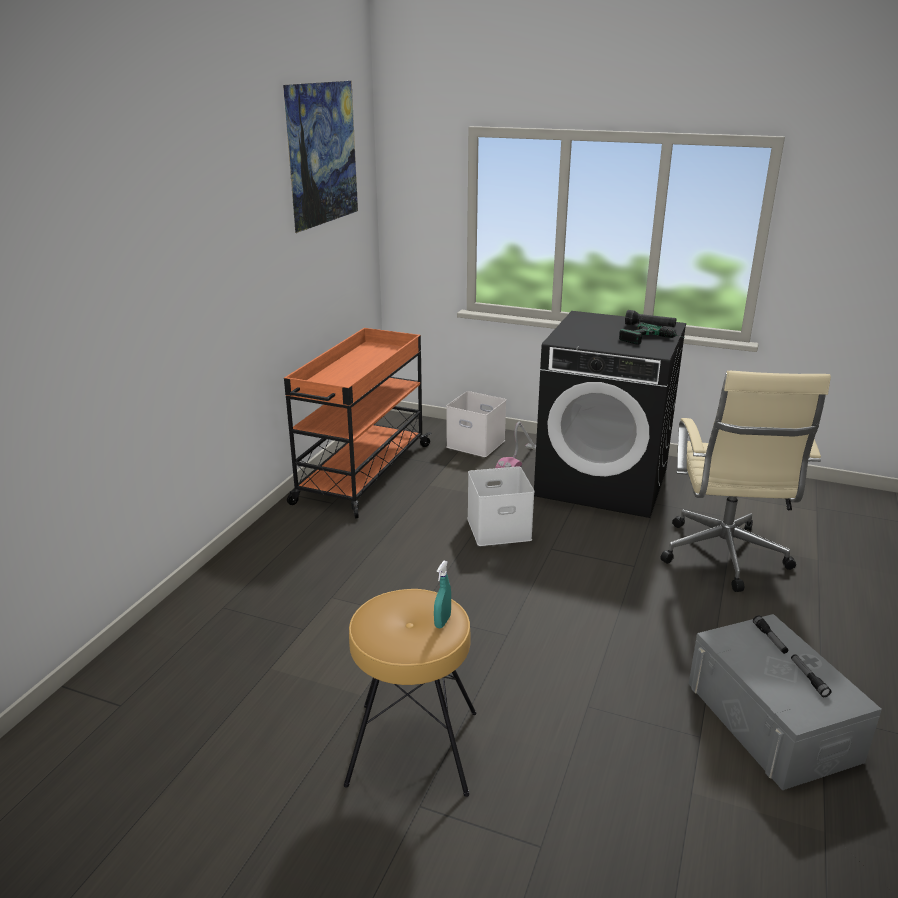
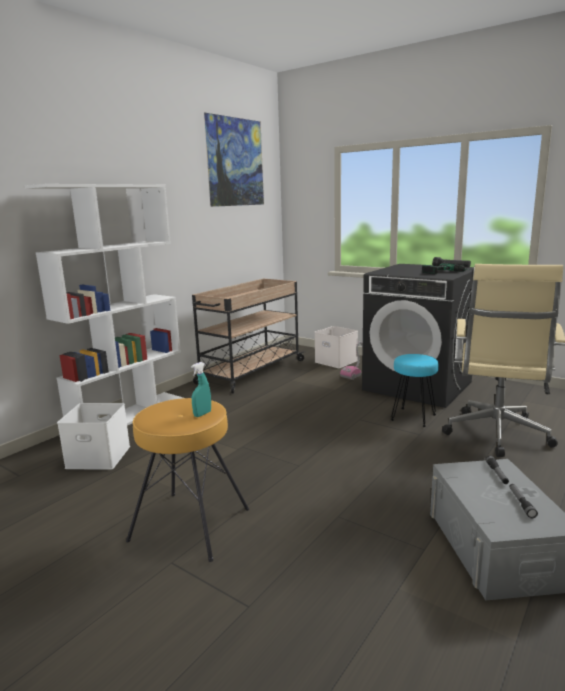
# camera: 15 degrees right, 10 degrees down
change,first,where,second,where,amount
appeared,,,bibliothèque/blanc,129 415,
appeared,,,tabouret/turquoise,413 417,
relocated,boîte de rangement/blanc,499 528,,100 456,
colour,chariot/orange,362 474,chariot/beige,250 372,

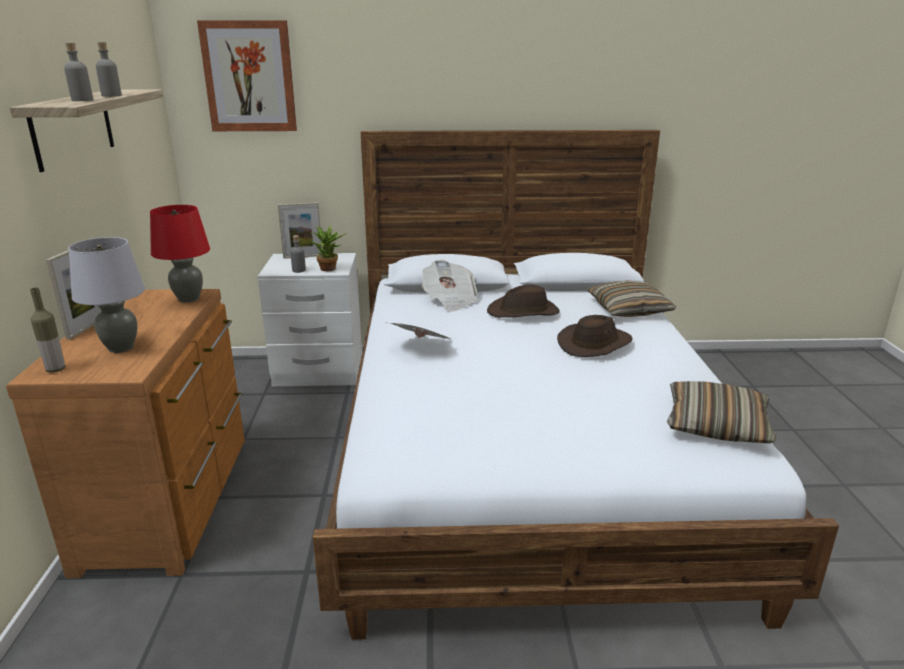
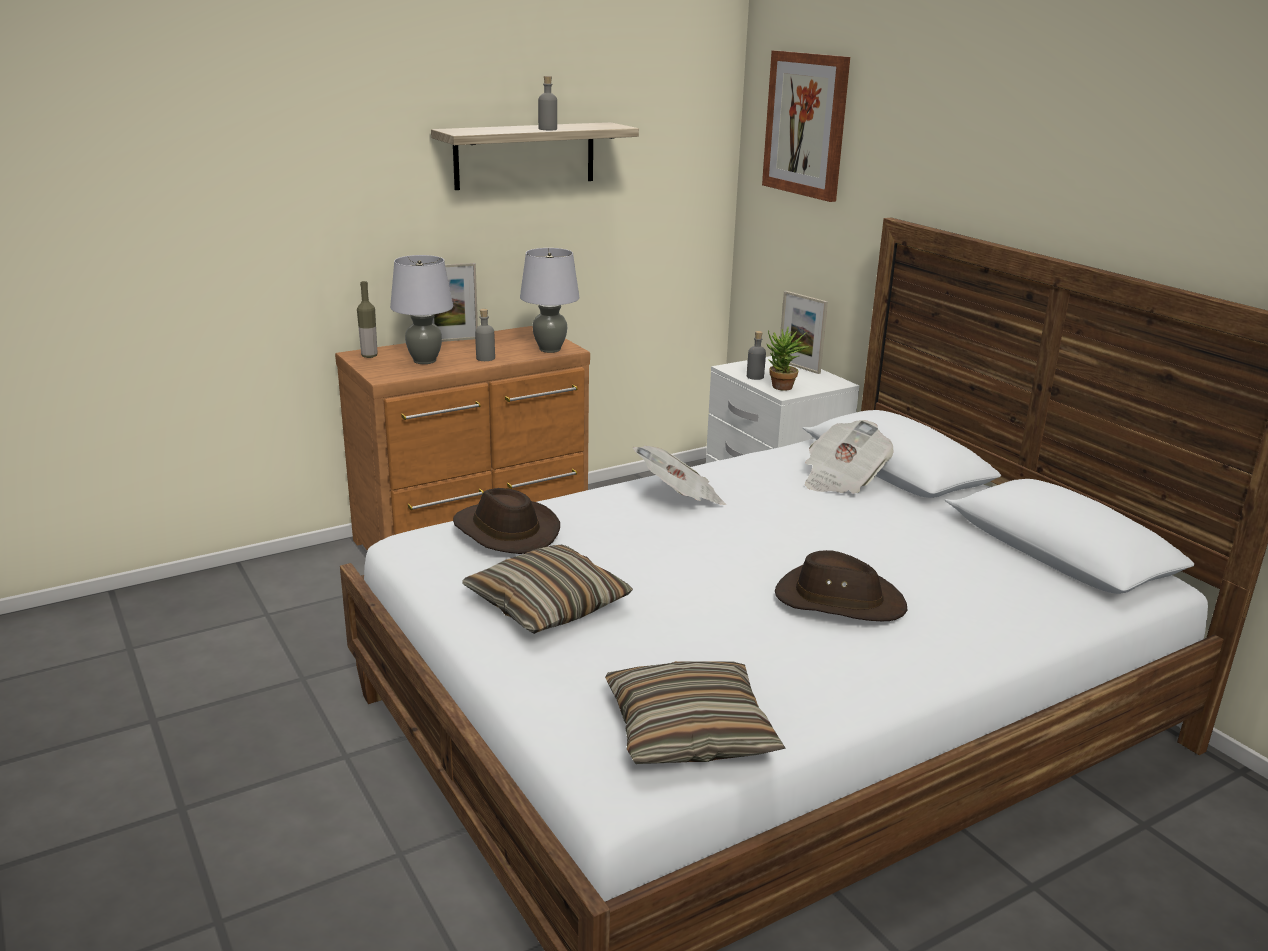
# camera: 60 degrees right, 0 degrees up
change,first,where,second,where,amount
relocated,bouteille/gris,82 100,,485 358,
relocated,chapeau/marron,523 312,,504 531,
relocated,coussin,628 309,,547 605,
colour,lampe de table/rouge,188 299,lampe de table/gris,549 349,

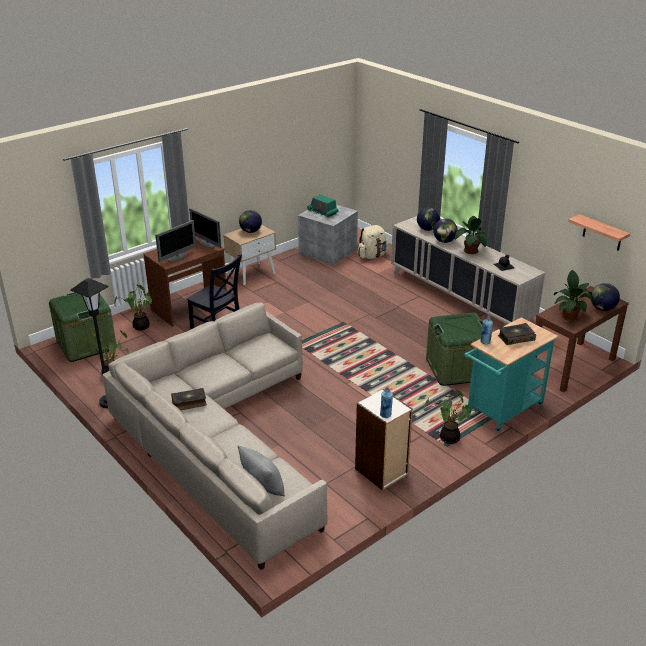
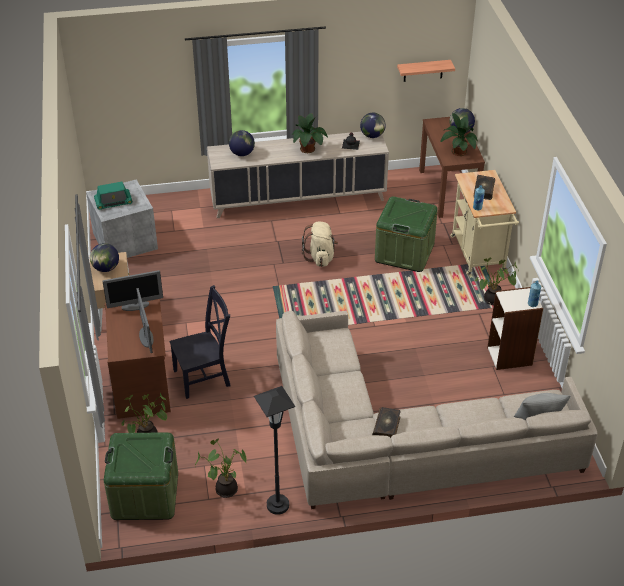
# camera: 60 degrees left, 10 degrees up
change,first,where,second,where,amount
relocated,sac à dos/beige,372 256,,320 257,
relocated,globe,444 241,,372 136,
colour,chariot/turquoise,501 411,chariot/beige,479 256,

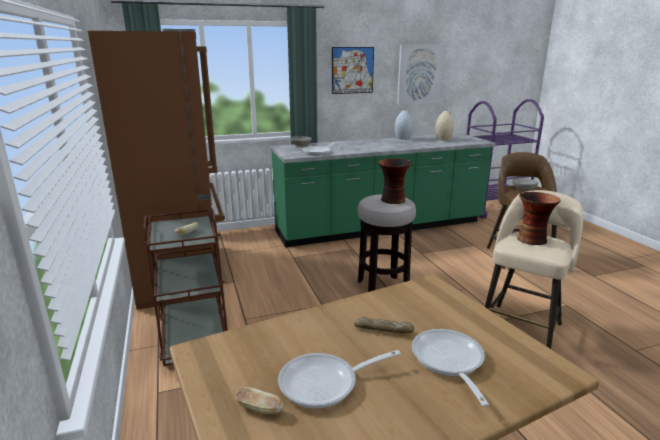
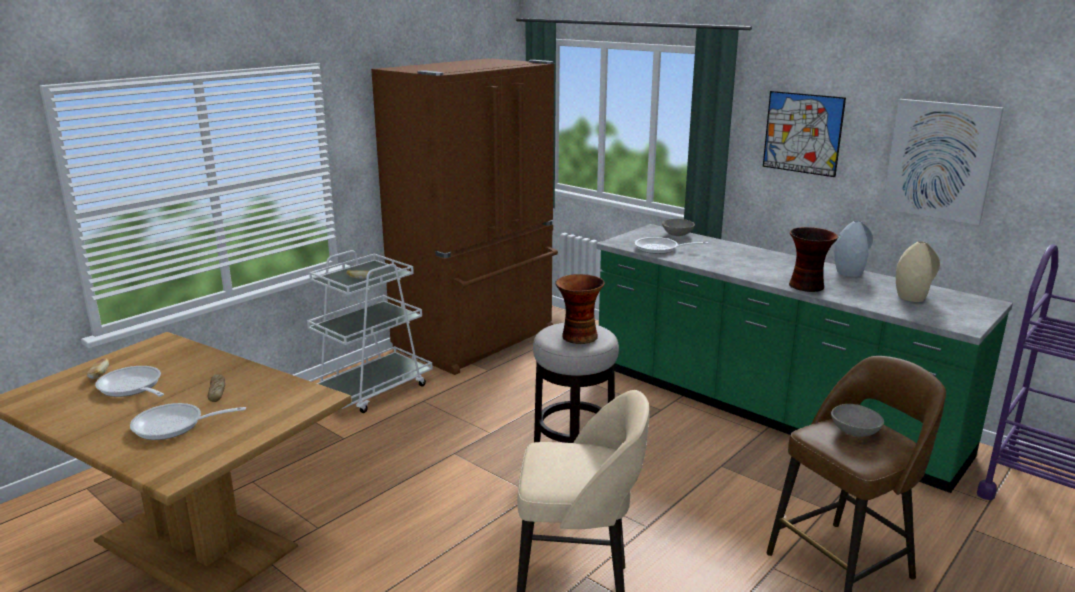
# camera: 60 degrees right, 0 degrees up
change,first,where,second,where,amount
relocated,vase,532 239,,808 286,
colour,chariot/marron,194 337,chariot/blanc,372 390,
spun,poêle,448 362,,174 426,150 degrees counterclockwise

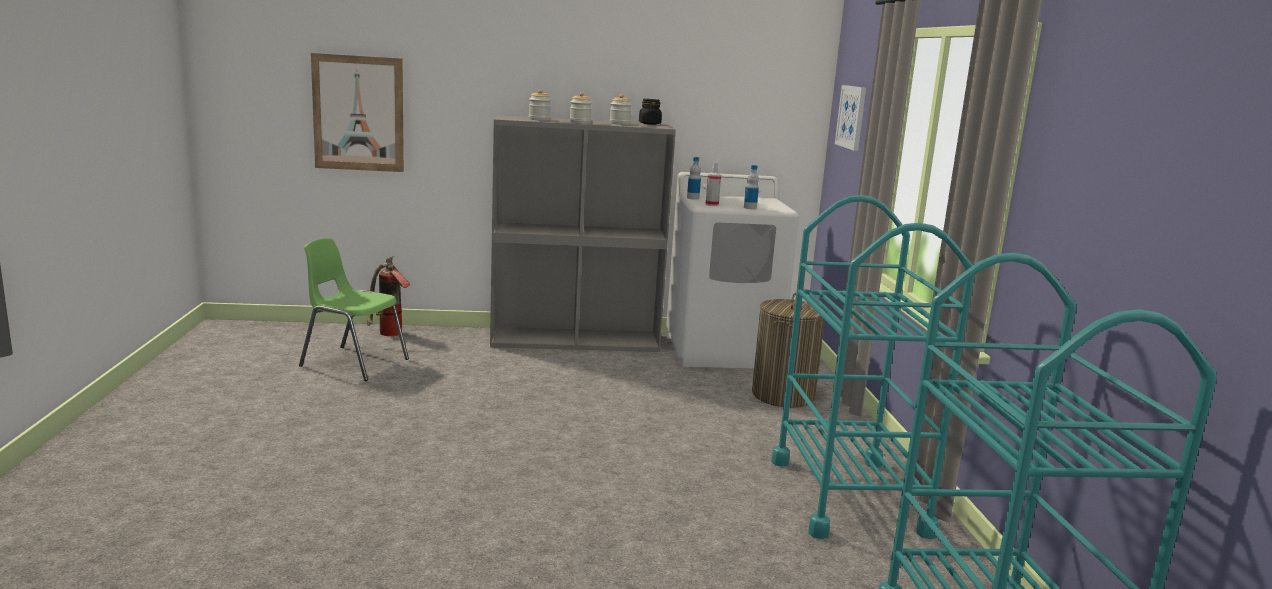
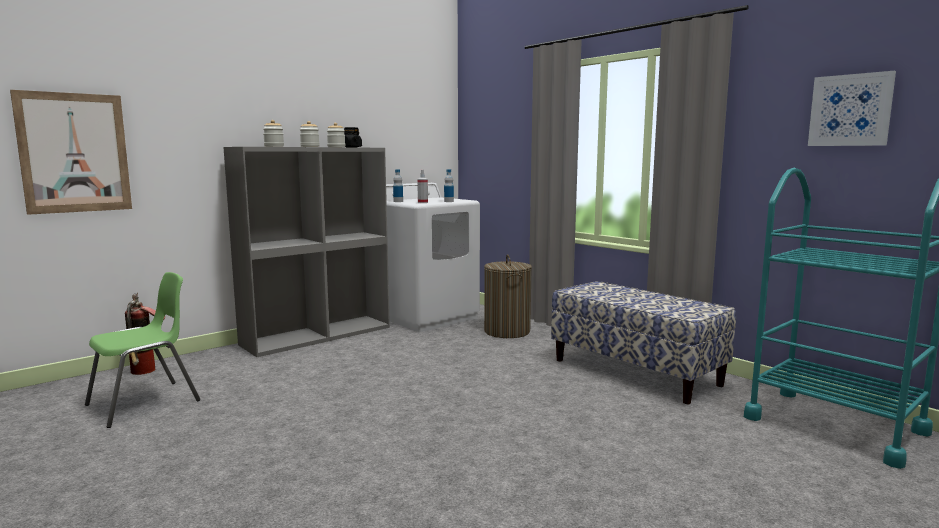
# camera: 35 degrees left, 5 degrees down
change,first,where,second,where,amount
relocated,tableau,852 117,,850 110,
exchanged,chariot/turquoise,848 496,banc,635 372,
spun,chaise/vert,353 362,,146 403,150 degrees clockwise

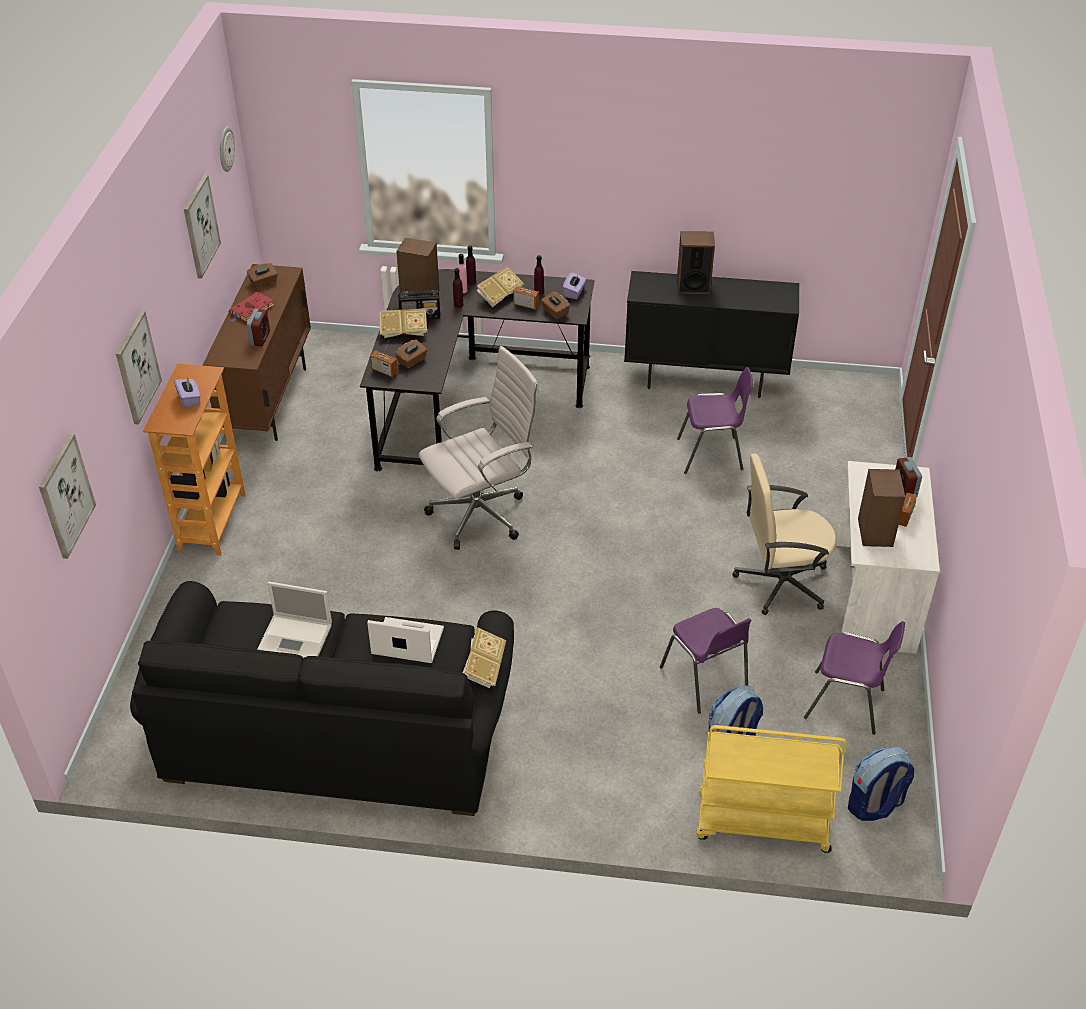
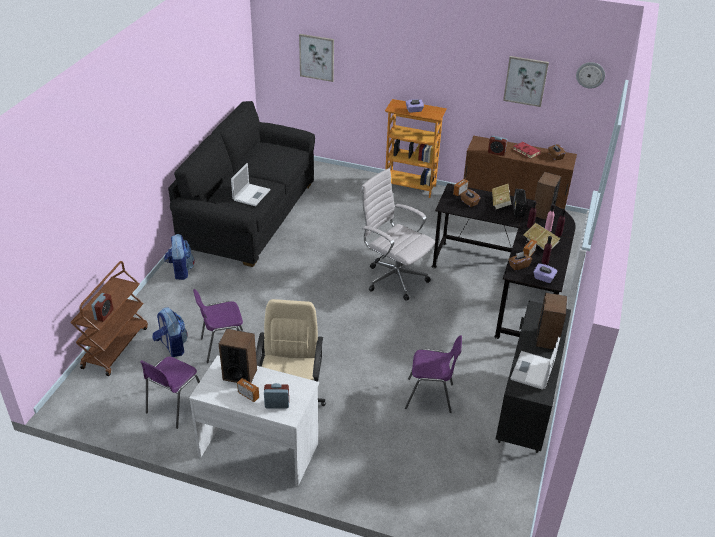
# camera: 100 degrees right, 5 degrees down
change,first,where,second,where,amount
missing,tableau,137 367,,,
missing,livre,484 667,,,
appeared,,,réveil,104 315,
relocated,ordinateur portable,296 637,,532 371,
relocated,sac à dos,875 805,,180 271,
colour,chariot/jaune,761 823,chariot/marron,115 347,
spun,chaise de bureau/blanc,482 514,,393 278,150 degrees clockwise
spun,chaise/violet,712 455,,430 396,90 degrees counterclockwise

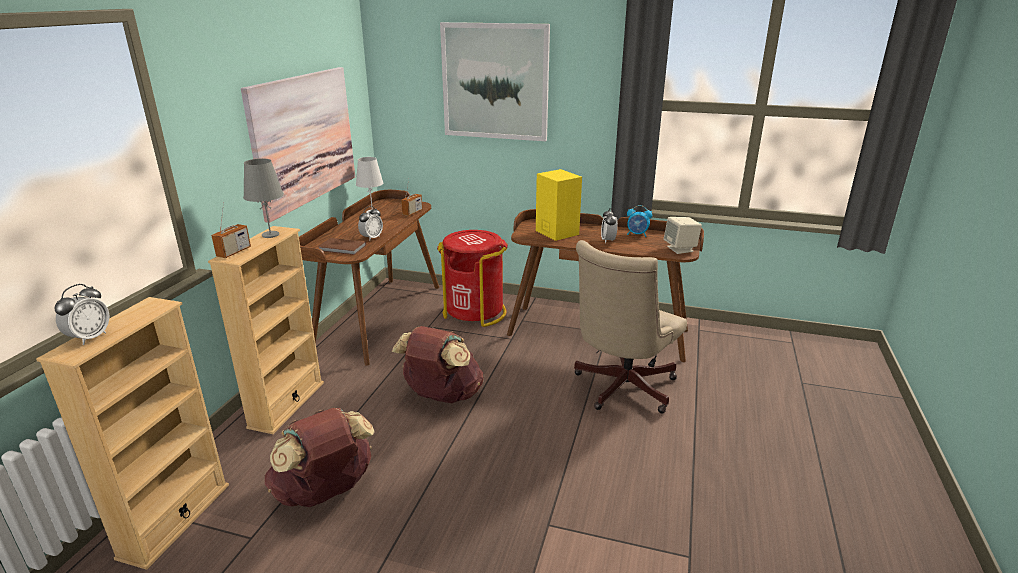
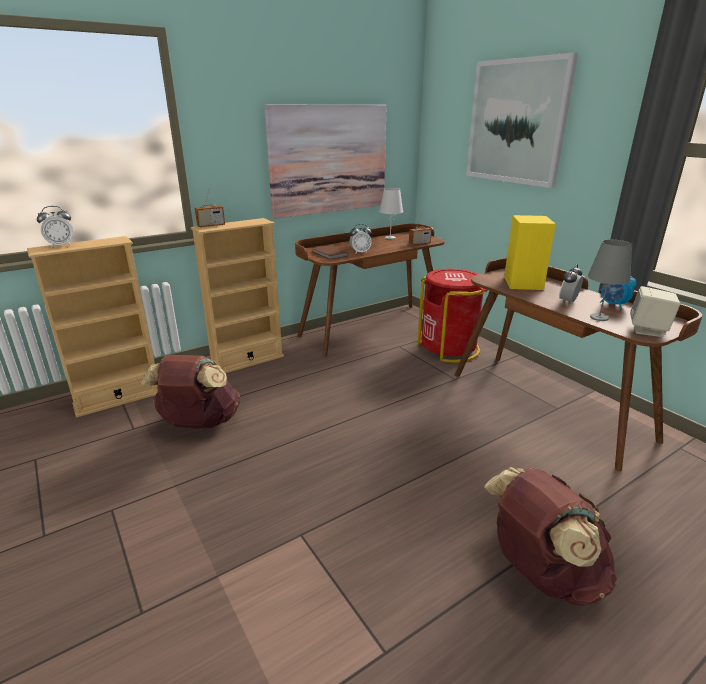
# camera: 40 degrees right, 0 degrees up
change,first,where,second,where,amount
missing,chaise de bureau/beige,620 389,,,
relocated,lampe de table/gris,270 235,,598 317,
relocated,sac à dos/marron,441 396,,541 572,

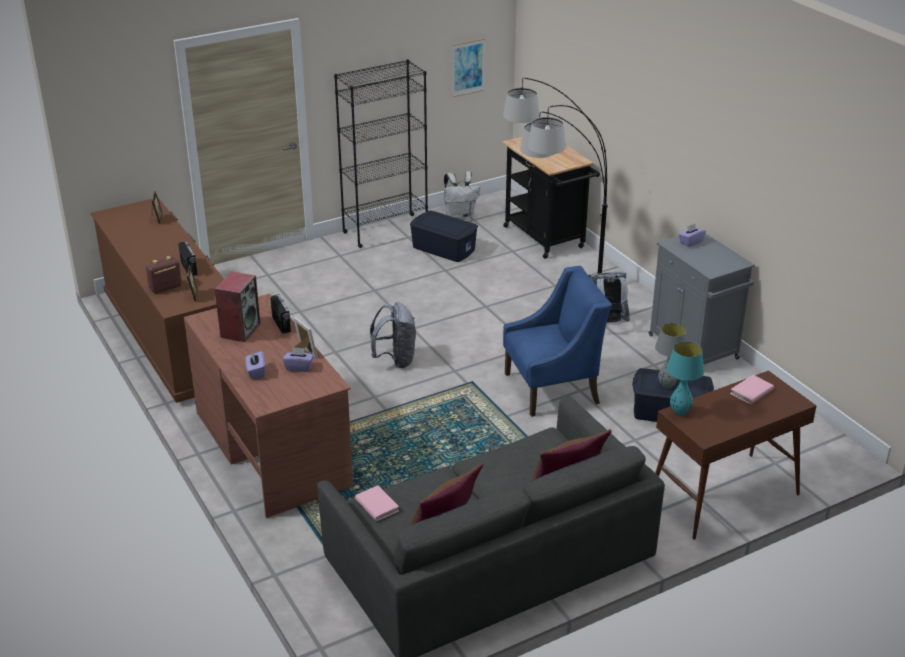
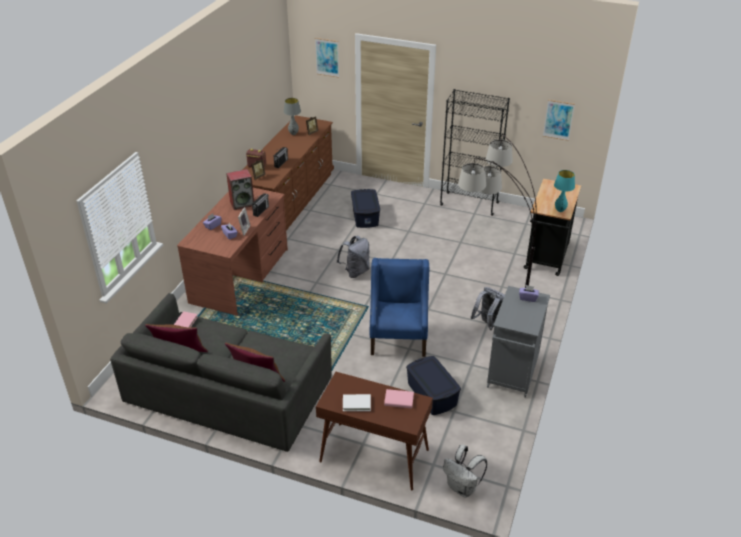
# camera: 50 degrees right, 5 degrees up
change,first,where,second,where,amount
appeared,,,tableau,327 57,
appeared,,,livre/blanc,356 404,
relocated,boîte de rangement/bleu,444 248,,365 216,
relocated,sac à dos/blanc,460 216,,462 488,
relocated,lampe de table/gris,667 386,,293 134,
relocated,lampe de table/turquoise,680 412,,560 210,
spun,fauteuil/bleu,553 388,,398 337,120 degrees counterclockwise

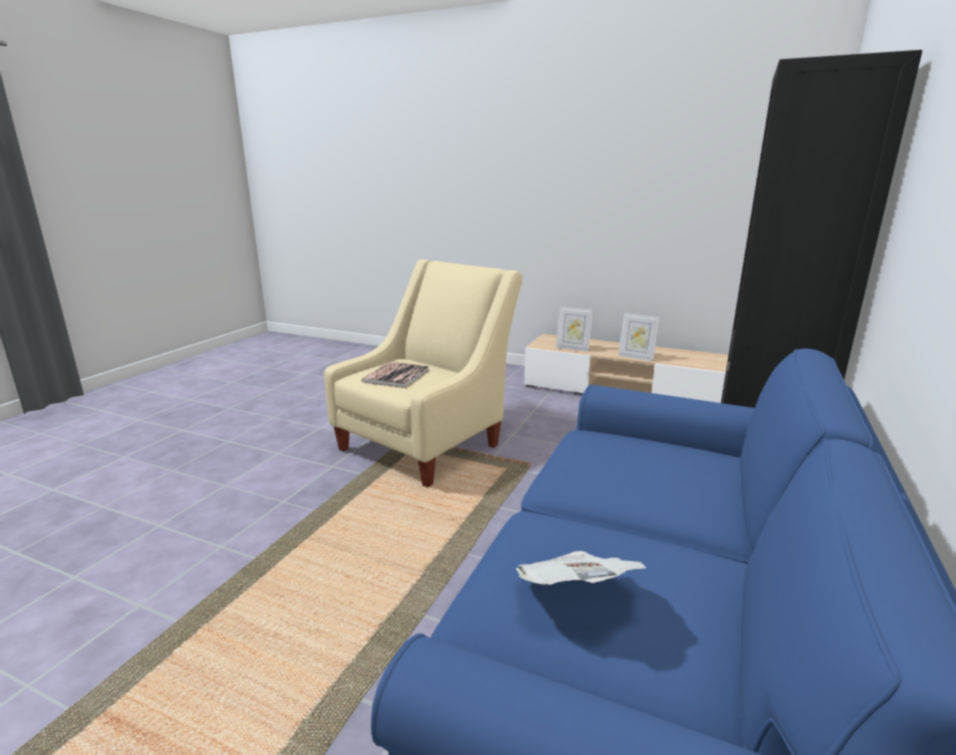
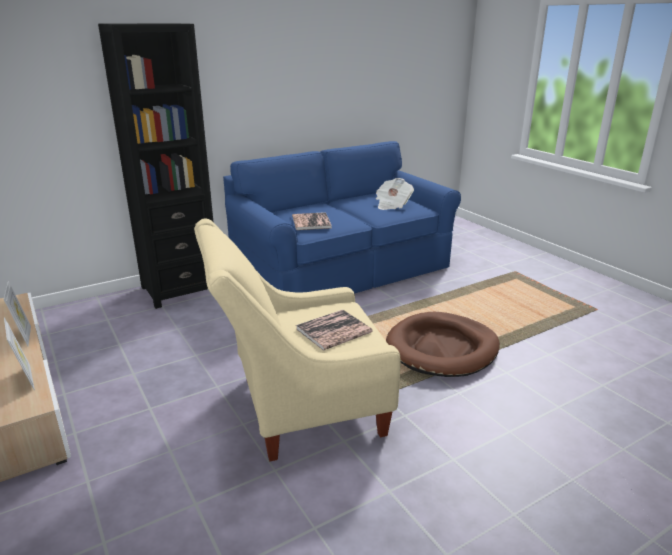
# camera: 145 degrees left, 5 degrees up
change,first,where,second,where,amount
appeared,,,livre,311 222,
appeared,,,panier pour chien/marron,442 348,

